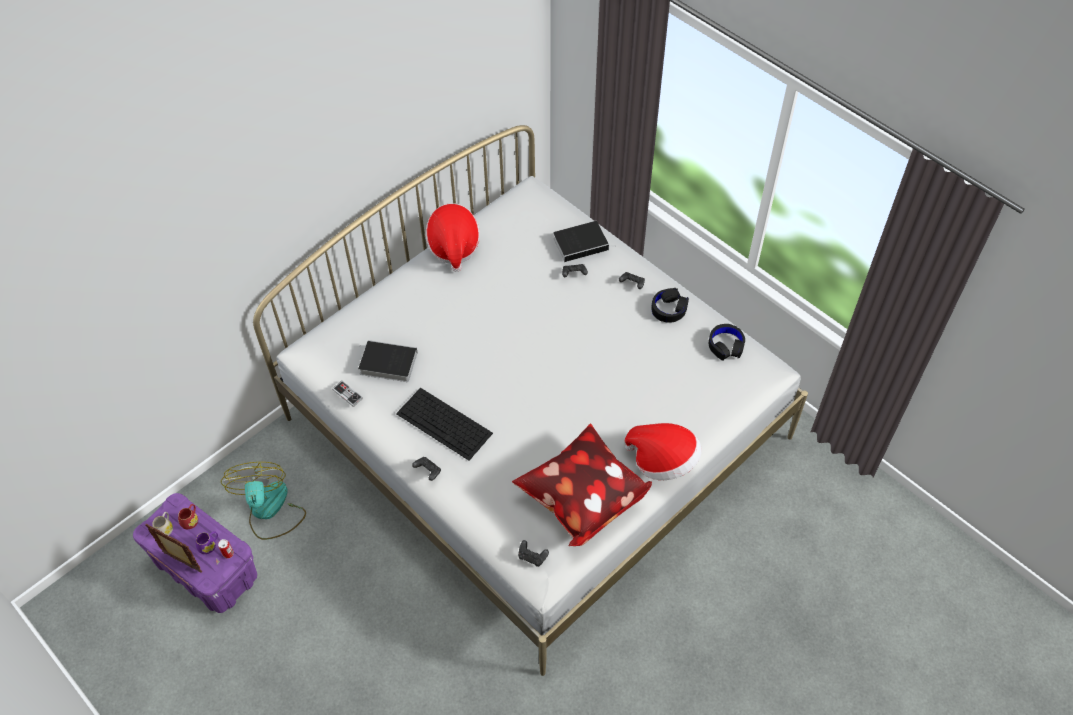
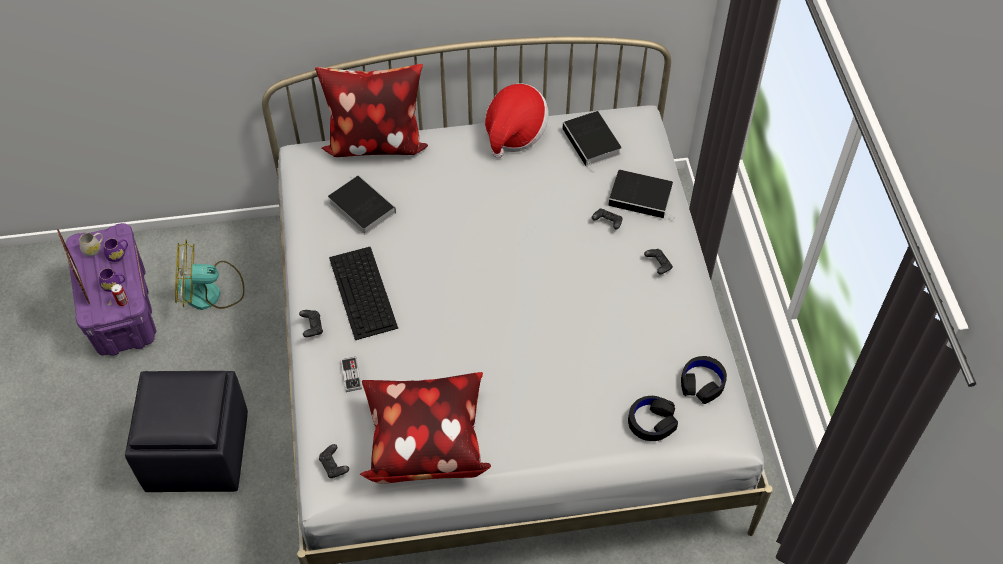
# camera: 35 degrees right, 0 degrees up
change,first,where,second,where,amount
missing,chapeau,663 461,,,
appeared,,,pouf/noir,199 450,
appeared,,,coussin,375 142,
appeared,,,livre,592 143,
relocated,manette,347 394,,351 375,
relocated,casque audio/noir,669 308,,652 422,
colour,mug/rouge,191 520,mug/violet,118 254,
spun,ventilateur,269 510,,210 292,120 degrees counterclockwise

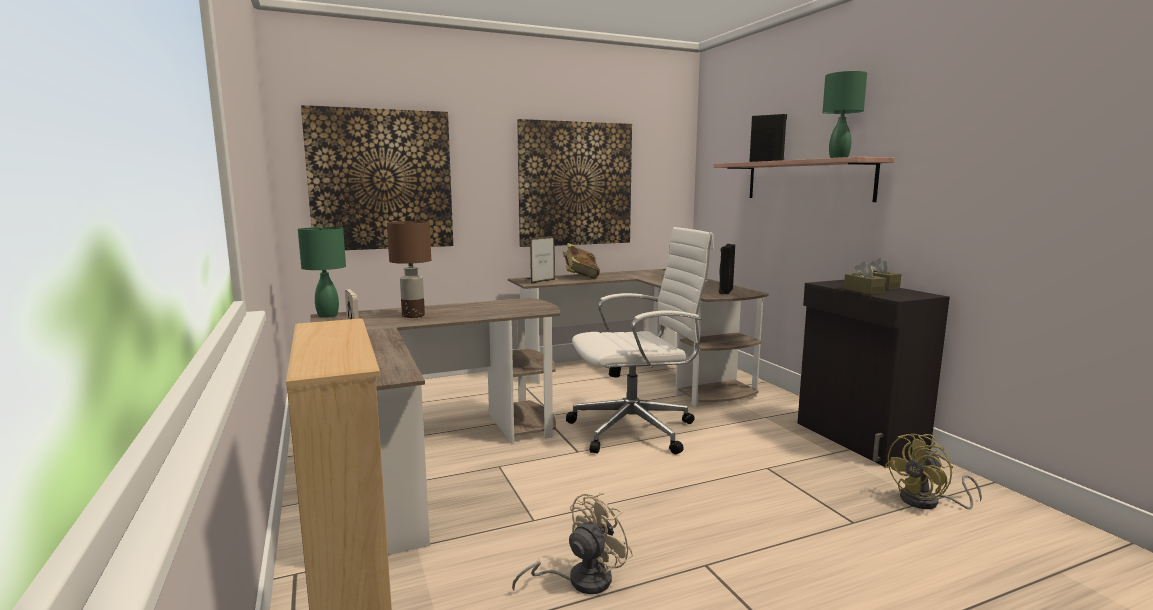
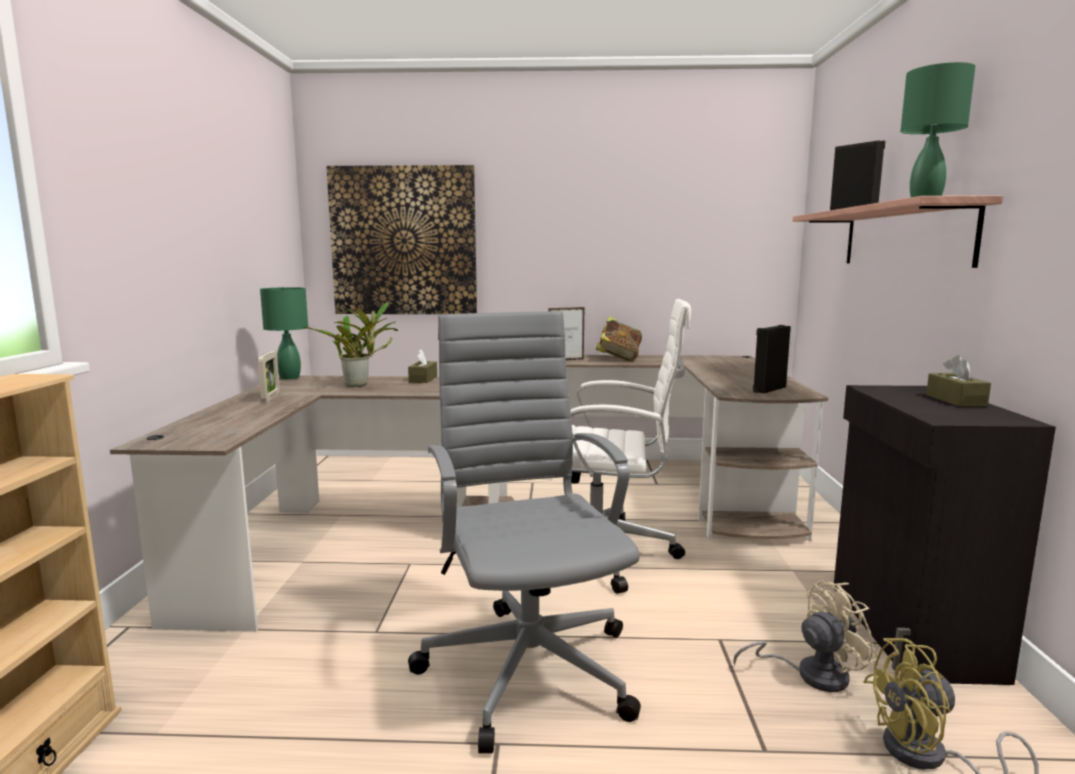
# camera: 25 degrees right, 0 degrees up
change,first,where,second,where,amount
missing,tableau,575 184,,,
appeared,,,chaise de bureau/gris,528 665,
relocated,ventilateur/beige,580 580,,811 674,
relocated,boîte à mouchoirs/marron,863 291,,423 379,
exchanged,lampe de table/marron,413 315,plante en pot,360 385,

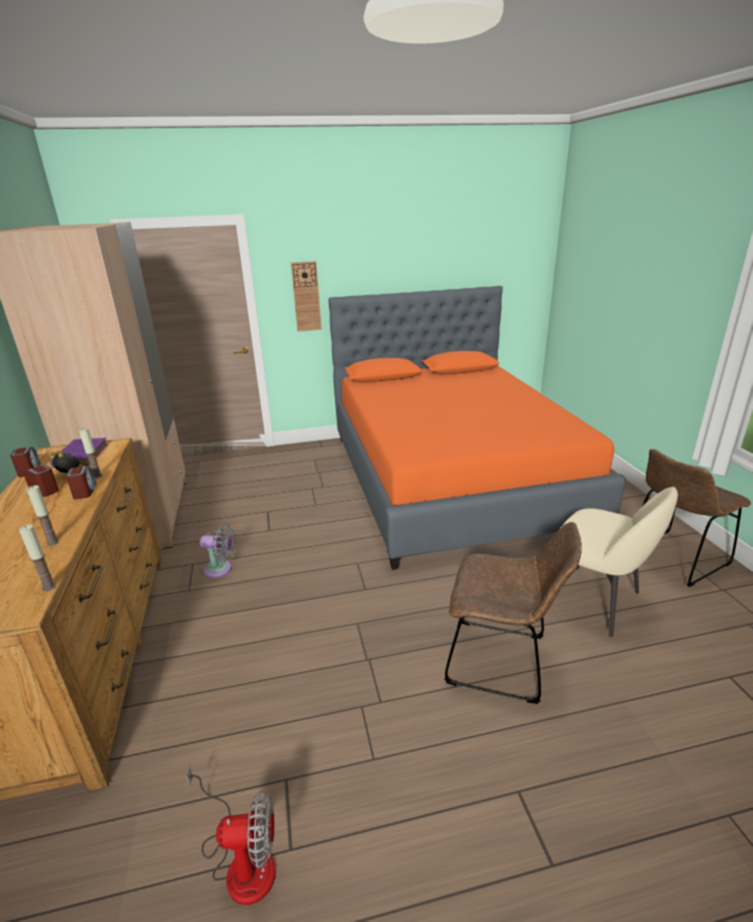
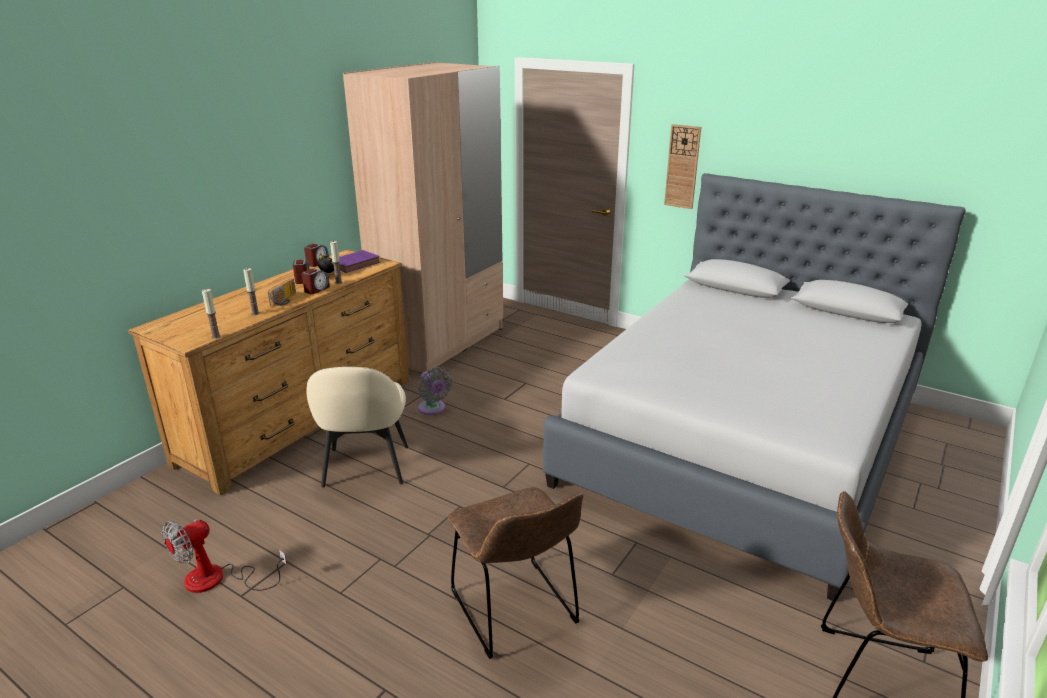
# camera: 45 degrees right, 0 degrees up
change,first,where,second,where,amount
appeared,,,radio,285 300,
relocated,chaise/beige,596 601,,365 468,
colour,lit/orange,452 478,lit/gris,743 442,
spun,ventilateur,241 860,,218 580,90 degrees clockwise

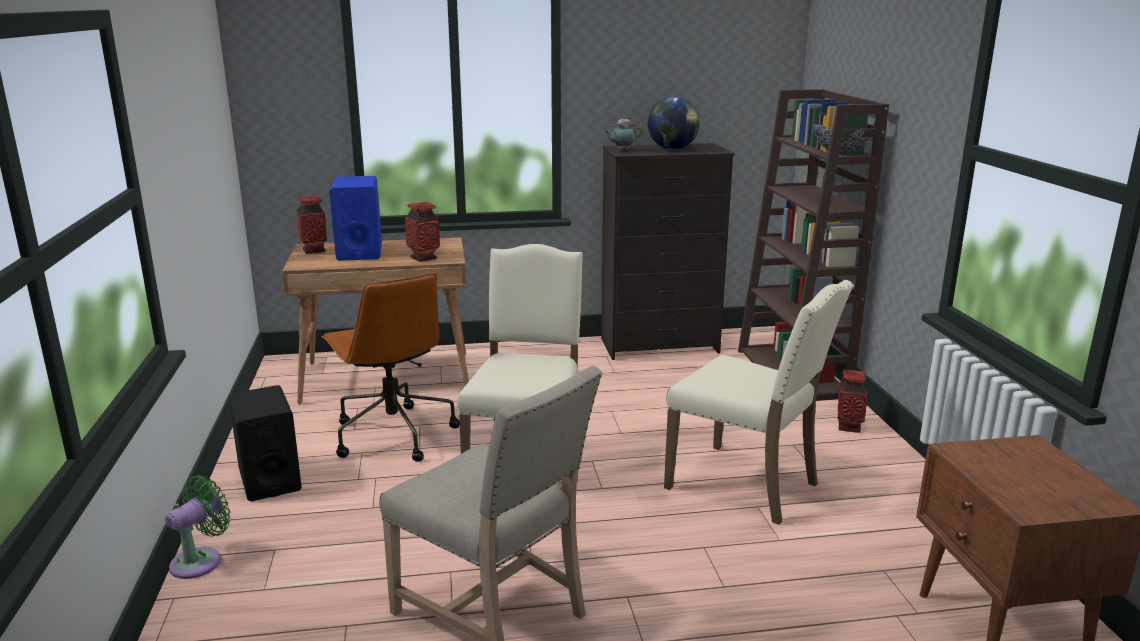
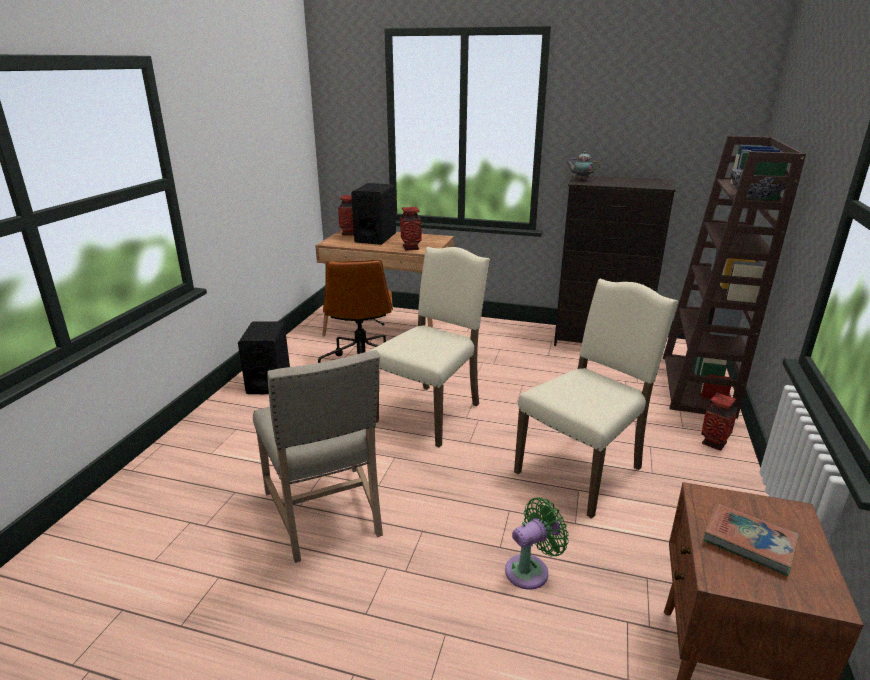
# camera: 25 degrees right, 5 degrees up
change,first,where,second,where,amount
missing,globe,673 149,,,
appeared,,,livre,749 542,
relocated,ventilateur/vert,200 561,,531 570,
colour,enceinte/bleu,359 252,enceinte/noir,375 238,
spun,chaise/beige,746 485,,583 470,105 degrees counterclockwise

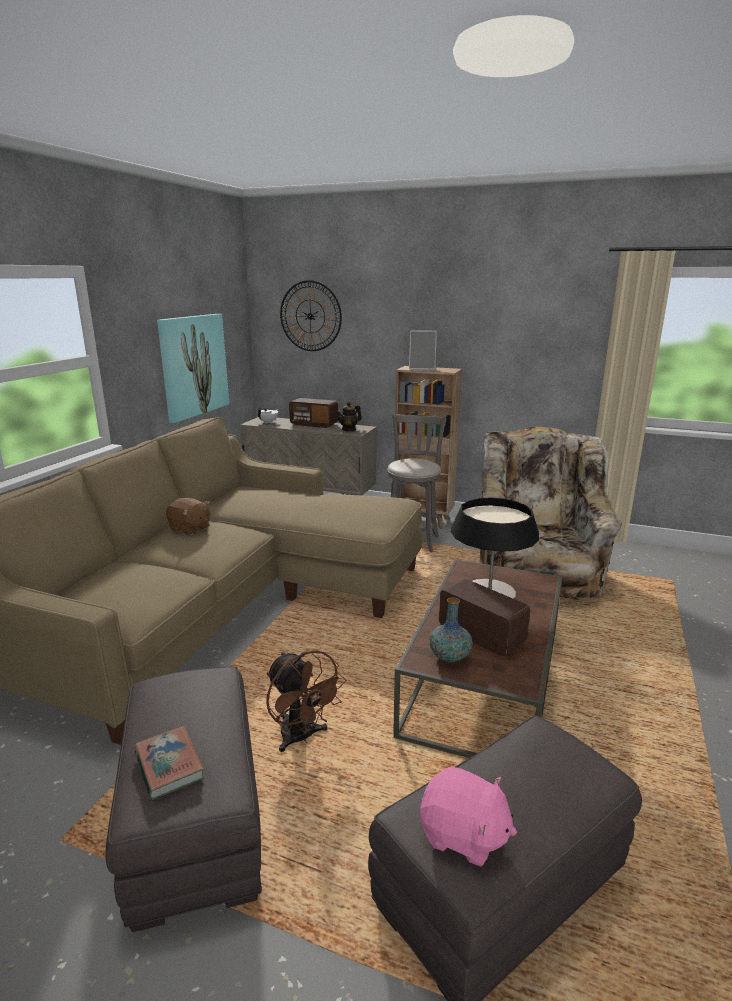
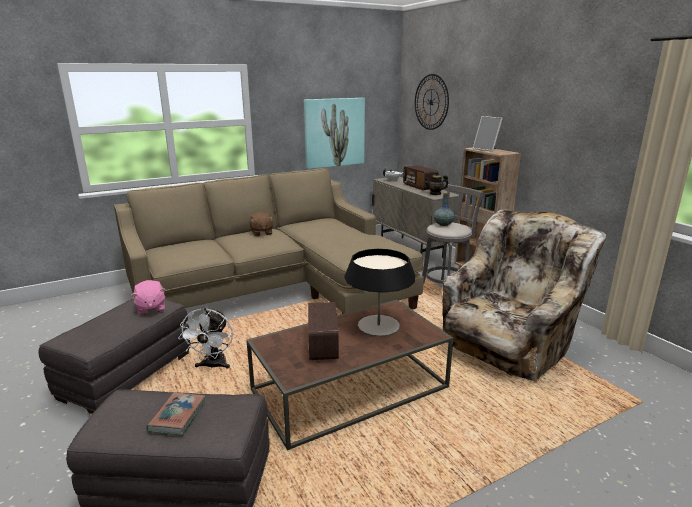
# camera: 40 degrees right, 0 degrees up
change,first,where,second,where,amount
relocated,livre,169 765,,177 416,
relocated,peluche/rose,463 835,,150 308,
relocated,vase,450 657,,443 224,
colour,ventilateur/marron,301 738,ventilateur/blanc,213 366,

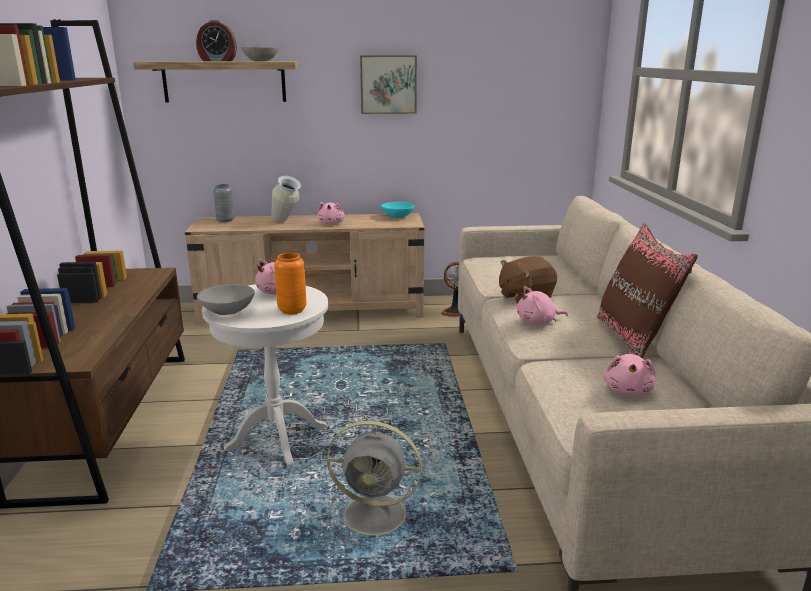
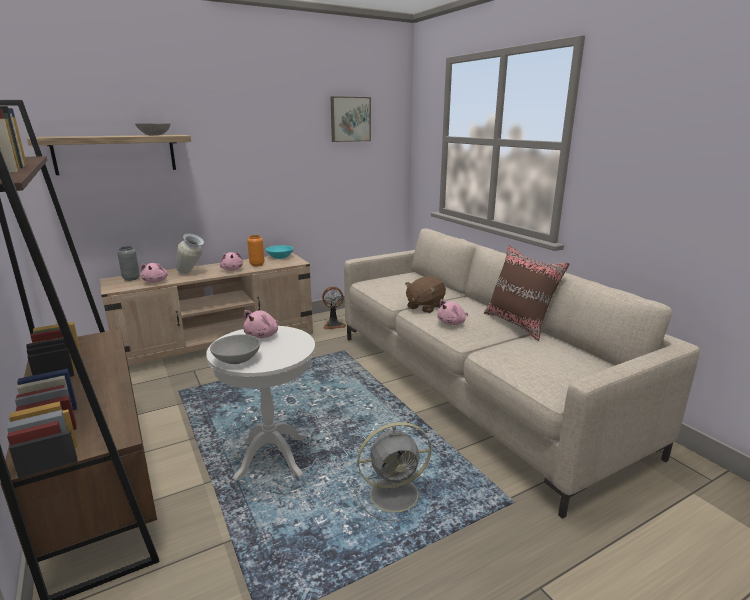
# camera: 25 degrees left, 0 degrees up
change,first,where,second,where,amount
missing,réveil,217 61,,,
relocated,vase/orange,292 310,,257 264,
relocated,tableau,388 84,,350 119,
relocated,peluche/rose,628 390,,155 281,

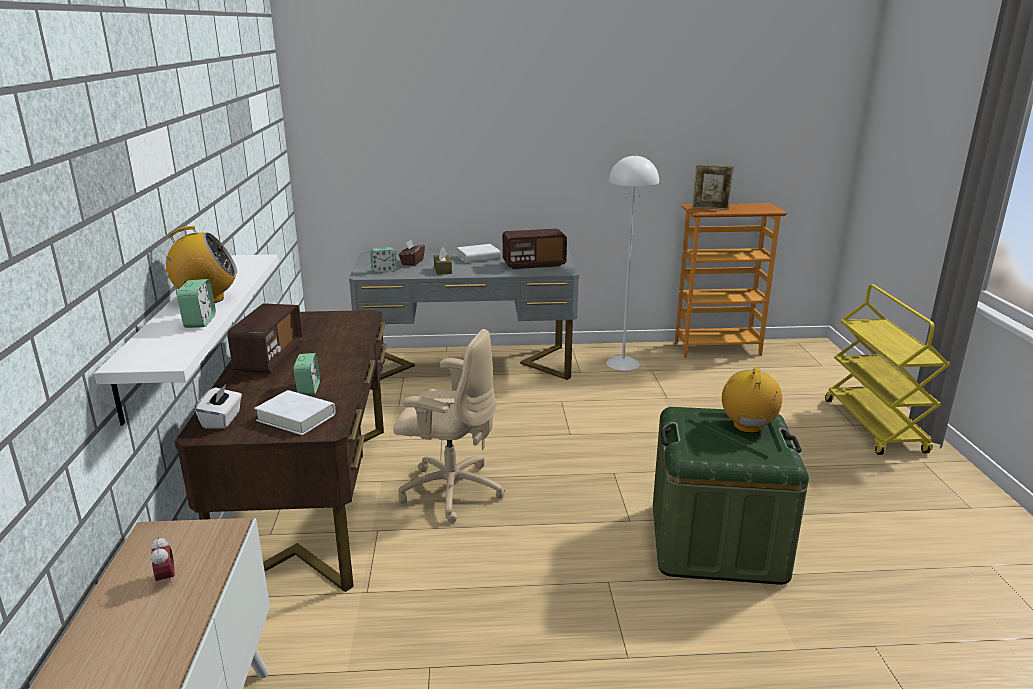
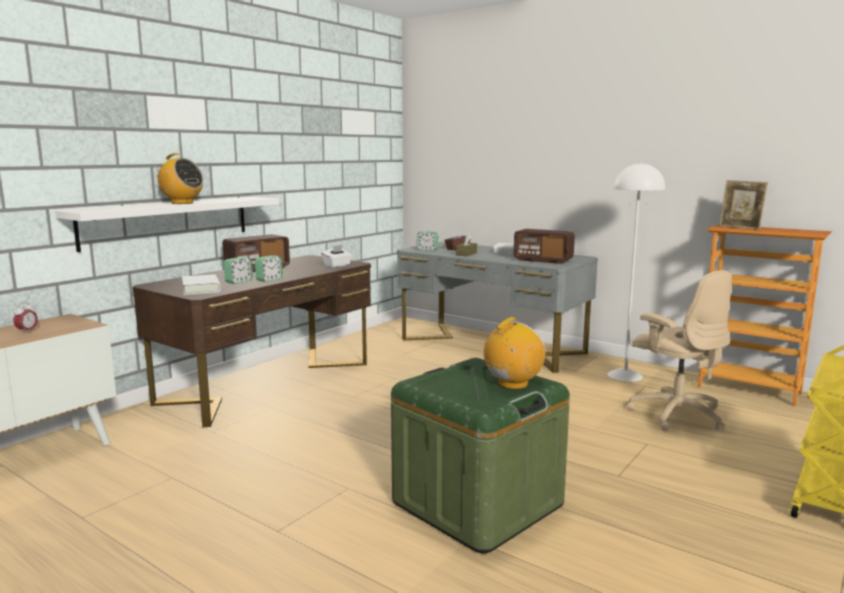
# camera: 40 degrees right, 10 degrees down
change,first,where,second,where,amount
relocated,réveil,200 322,,269 280,
relocated,boîte à mouchoirs/blanc,222 420,,337 266,
relocated,chaise de bureau/beige,450 490,,675 414,

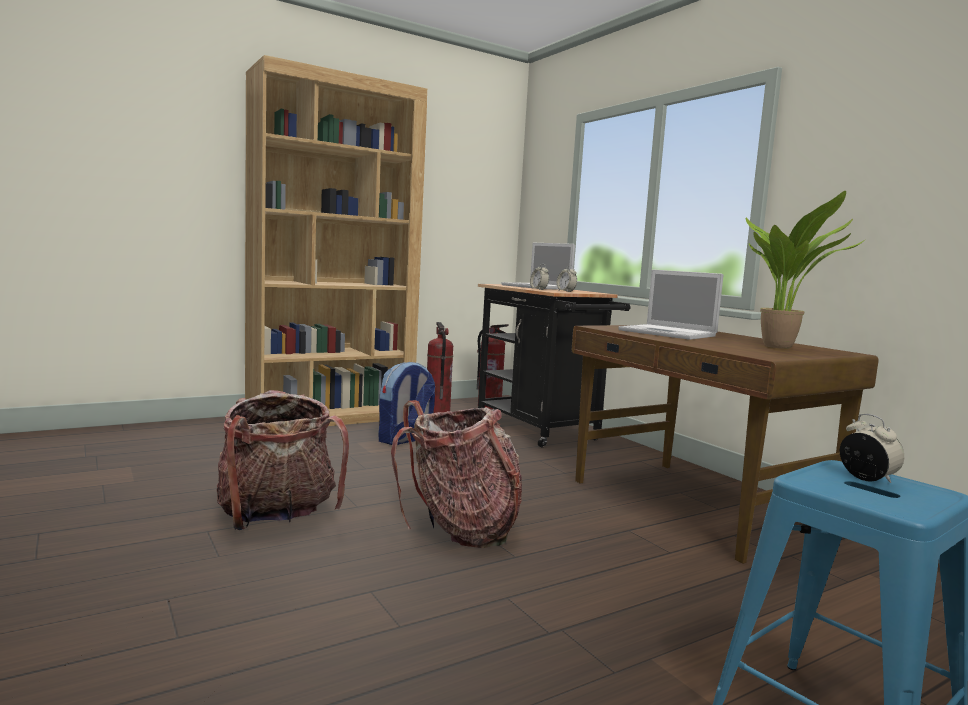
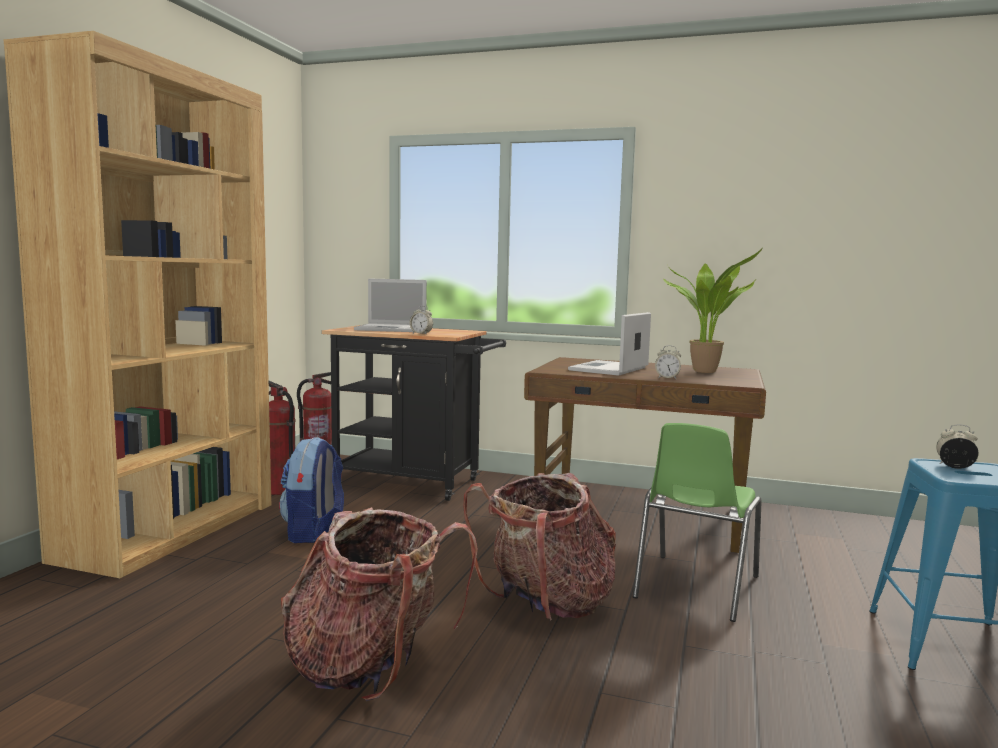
# camera: 40 degrees left, 0 degrees up
change,first,where,second,where,amount
appeared,,,chaise/vert,694 587,
relocated,réveil,566 291,,667 378,
spun,ordinateur portable,669 333,,608 369,120 degrees clockwise

